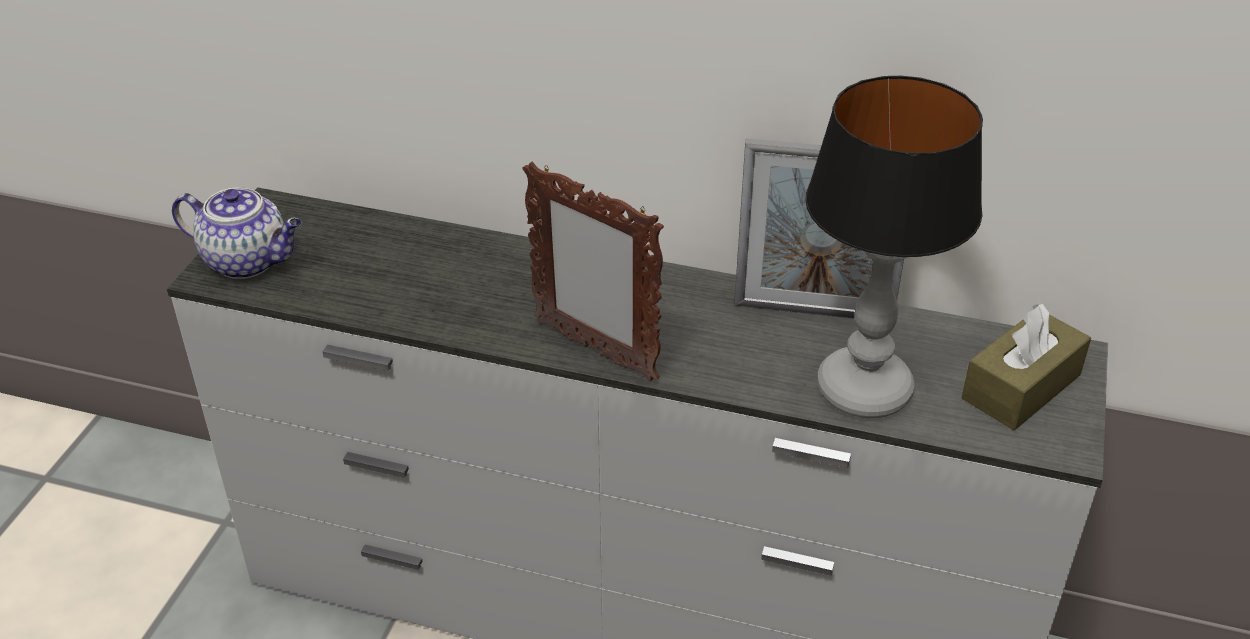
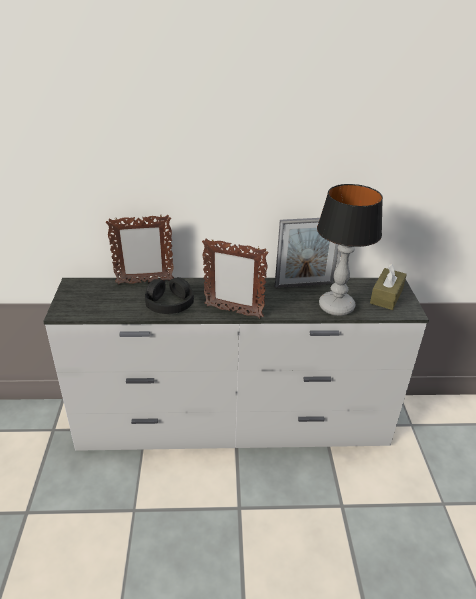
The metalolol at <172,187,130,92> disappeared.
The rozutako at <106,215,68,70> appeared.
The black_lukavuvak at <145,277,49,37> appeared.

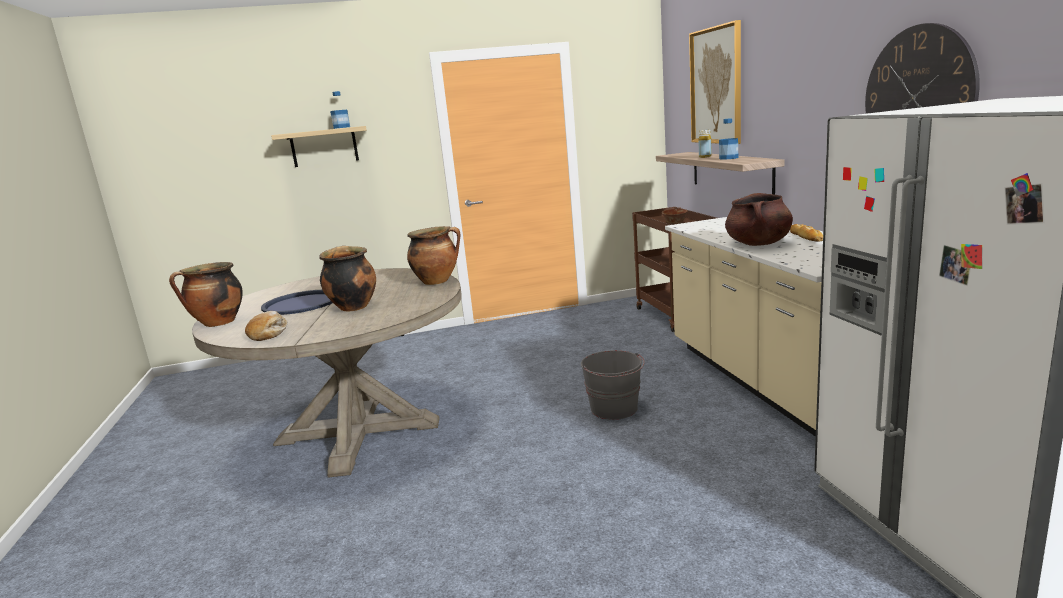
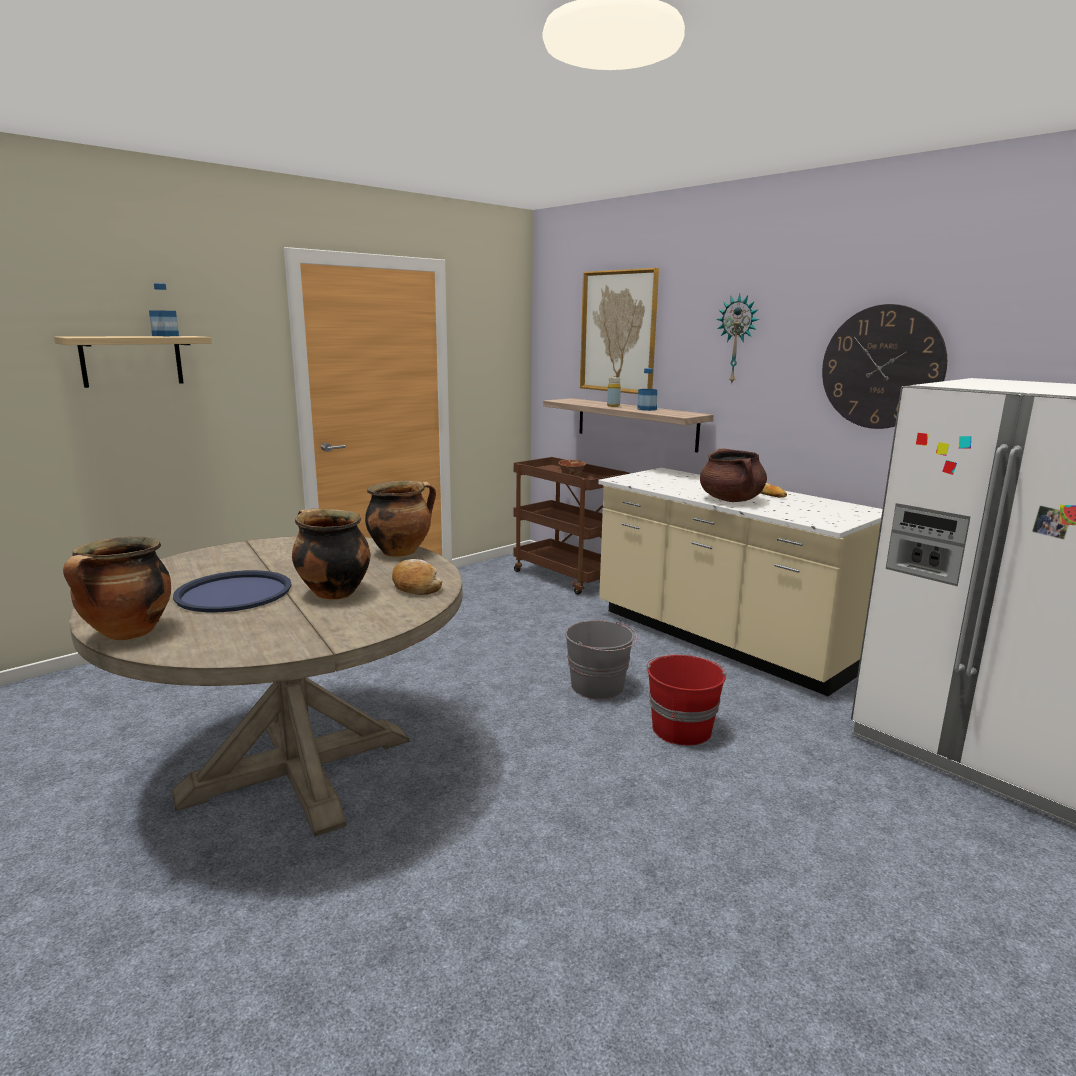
The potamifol moved from <245,311,42,30> to <392,559,50,36>.
The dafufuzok at <716,294,43,91> appeared.
The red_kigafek at <647,655,80,91> appeared.

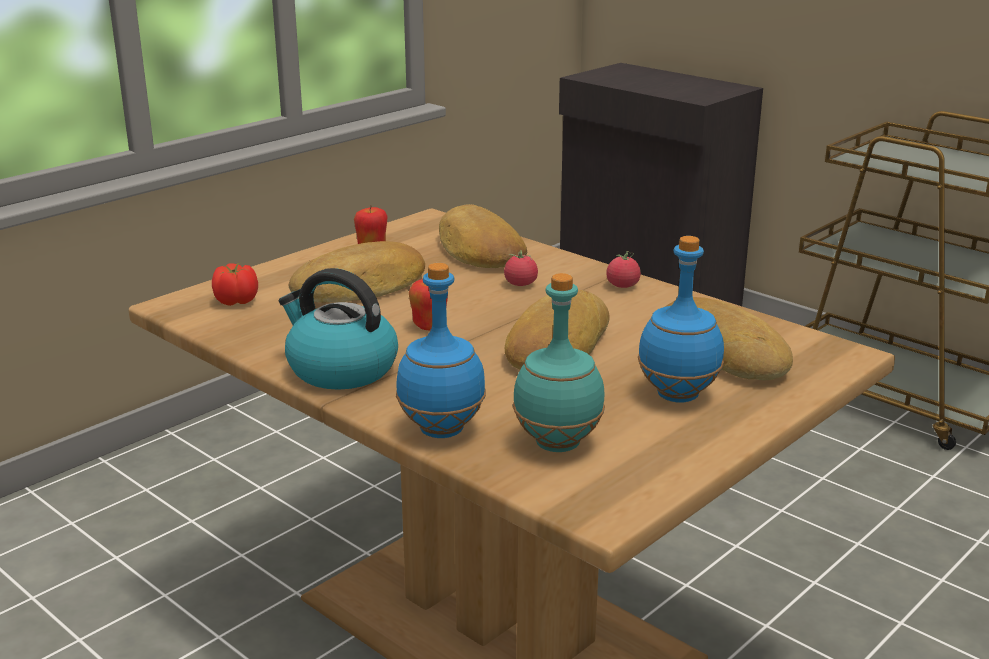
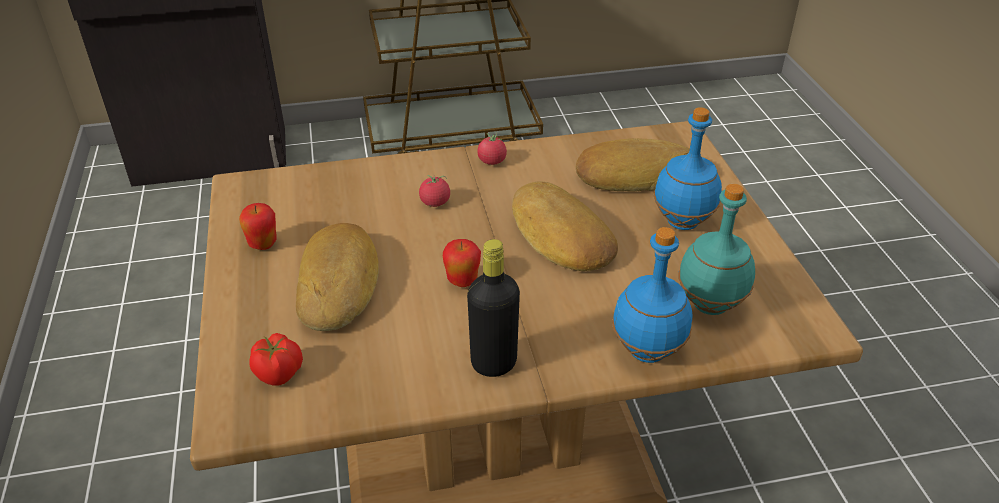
The potamifol at <439,204,88,64> disappeared.
The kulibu at <279,268,119,122> was replaced by the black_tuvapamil at <467,239,53,138>.

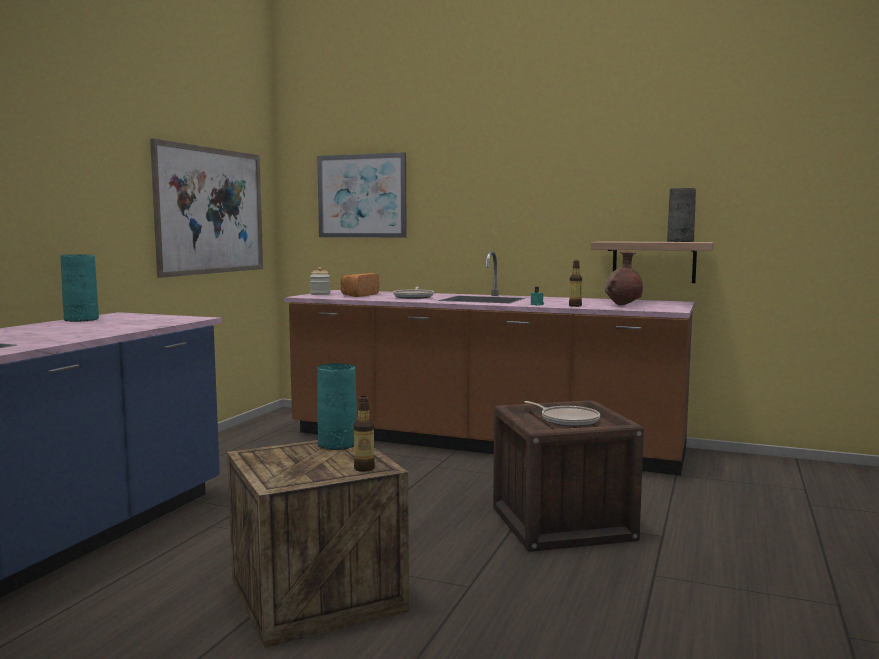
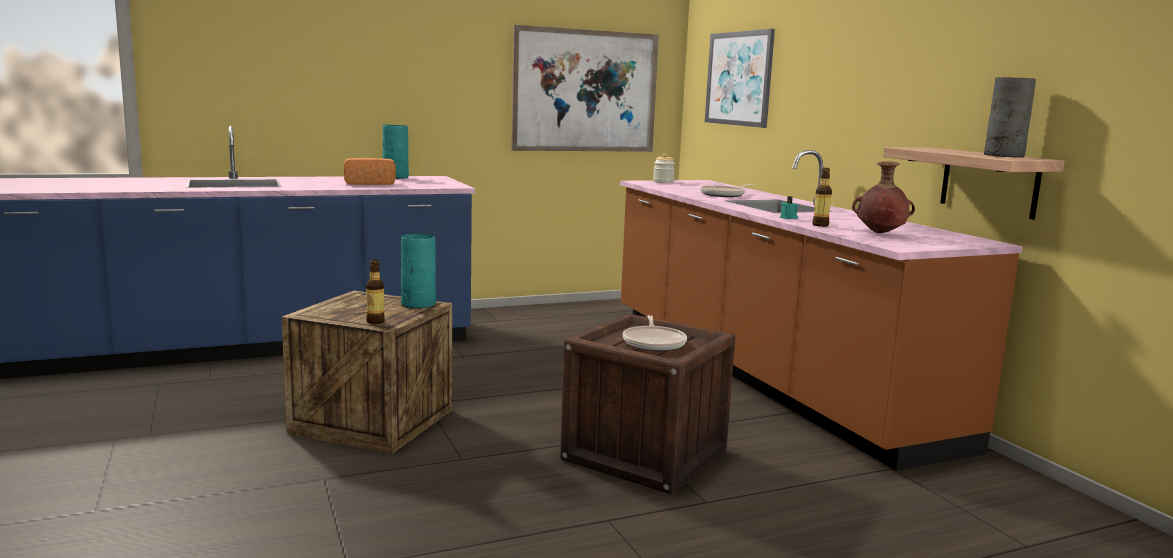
The potamifol moved from <341,273,38,24> to <344,158,52,27>.

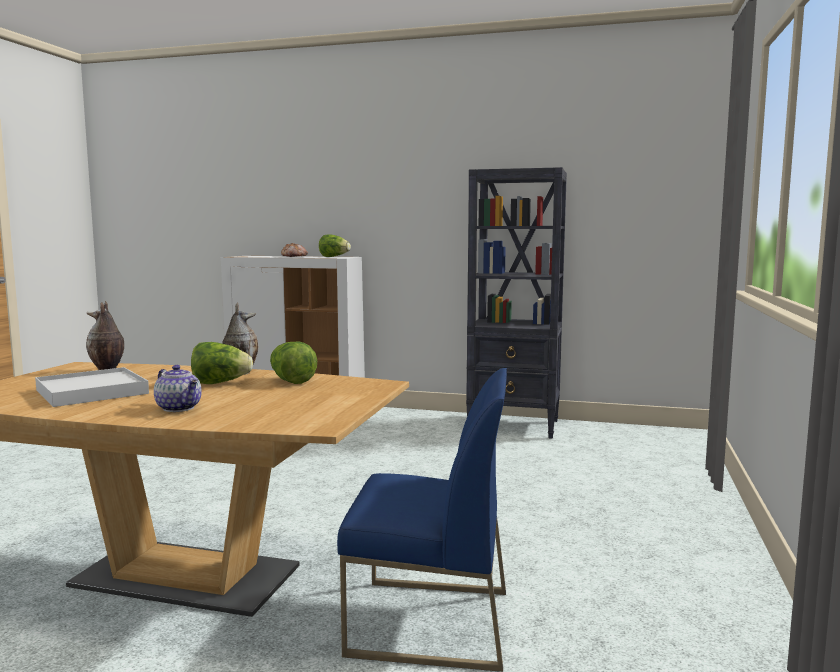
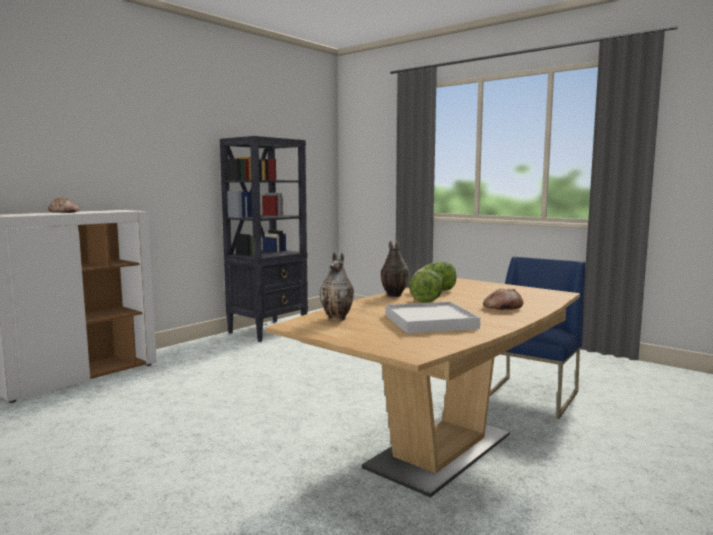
The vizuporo at <319,234,32,23> disappeared.
The metalolol at <154,365,48,47> was replaced by the potamifol at <483,289,40,21>.

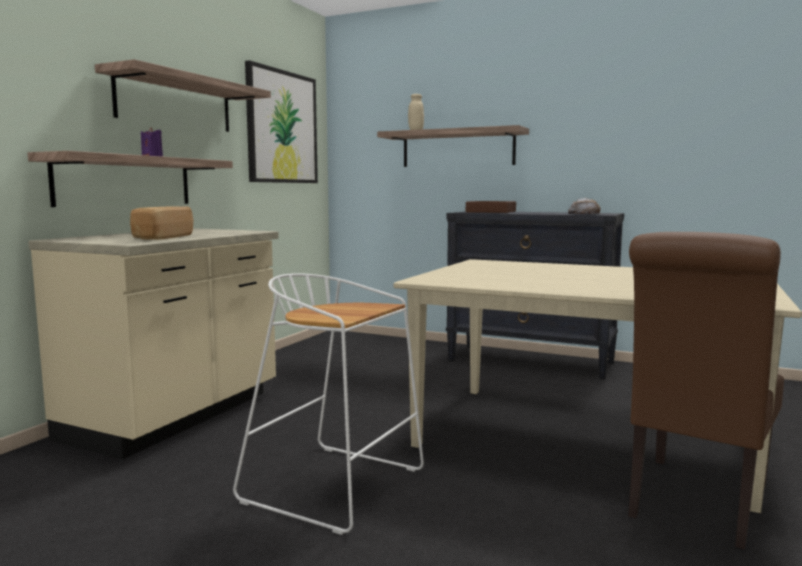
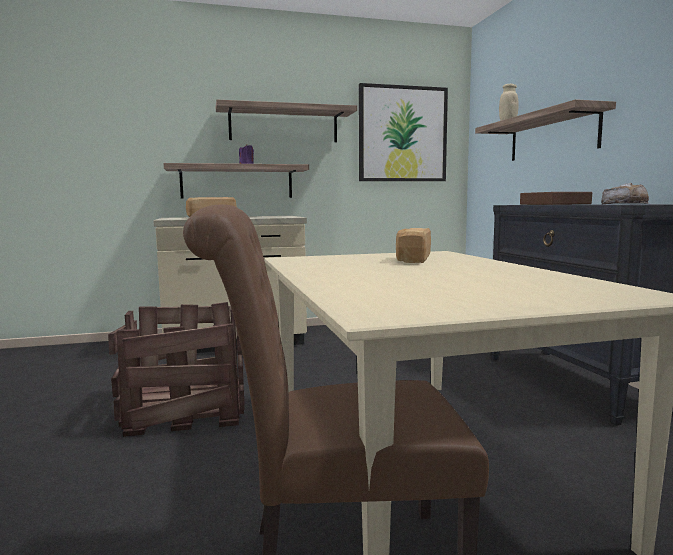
The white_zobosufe at <233,273,191,262> was replaced by the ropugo at <108,302,137,135>.
The potamifol at <396,228,35,35> appeared.

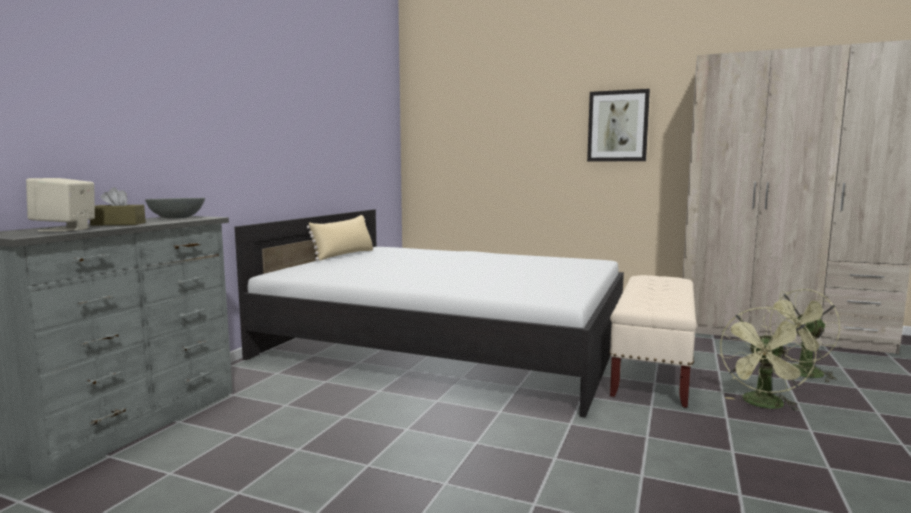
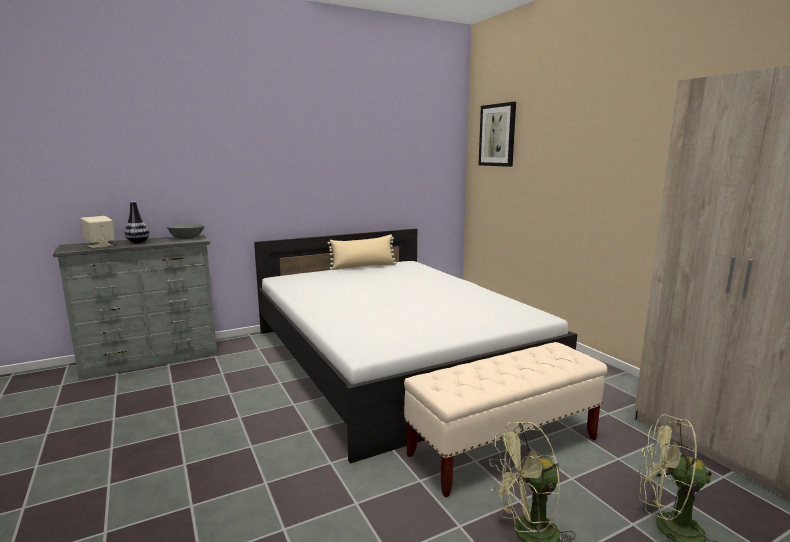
The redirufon moved from <587,89,63,73> to <478,102,38,65>.
The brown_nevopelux at <90,187,56,39> was replaced by the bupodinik at <125,202,24,41>.

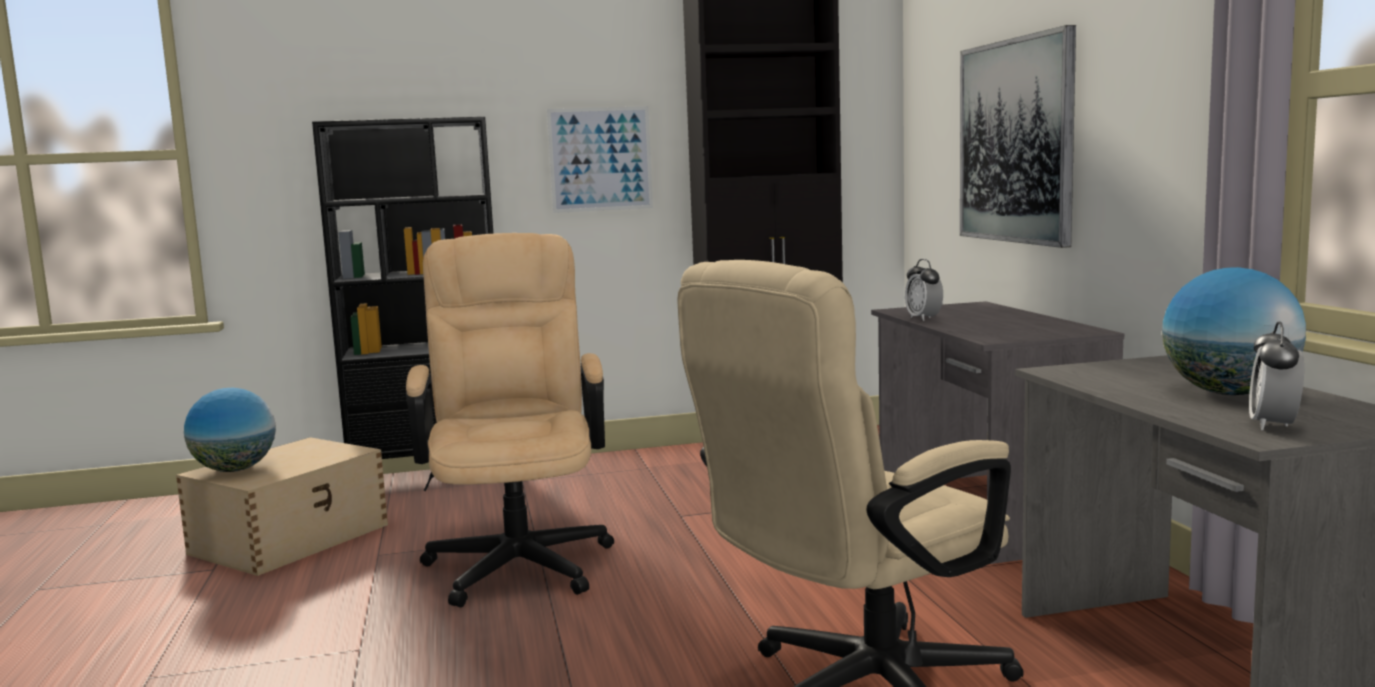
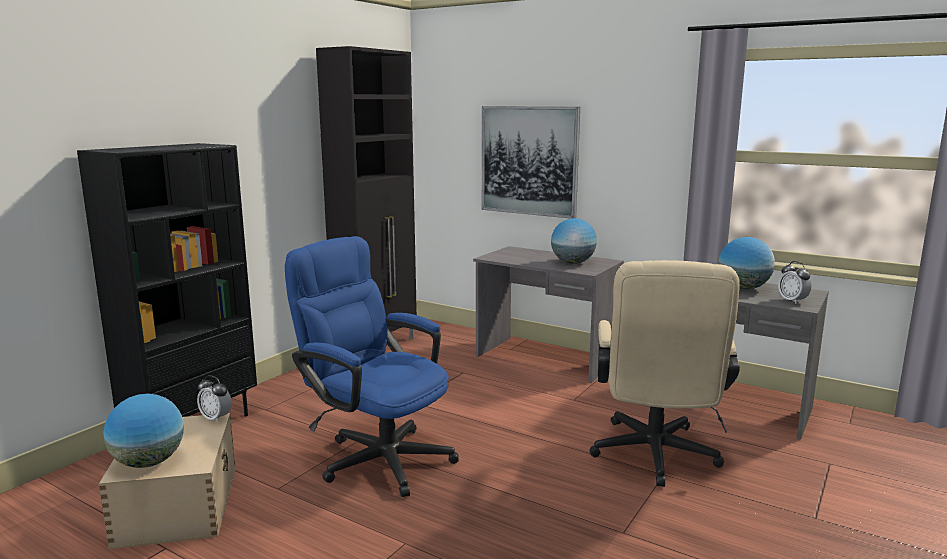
The redirufon at <547,106,106,107> disappeared.
The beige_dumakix at <406,233,208,374> became the blue_dumakix at <285,236,174,261>.
The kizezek moved from <905,259,38,62> to <197,375,35,48>.
The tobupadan at <551,218,46,46> appeared.

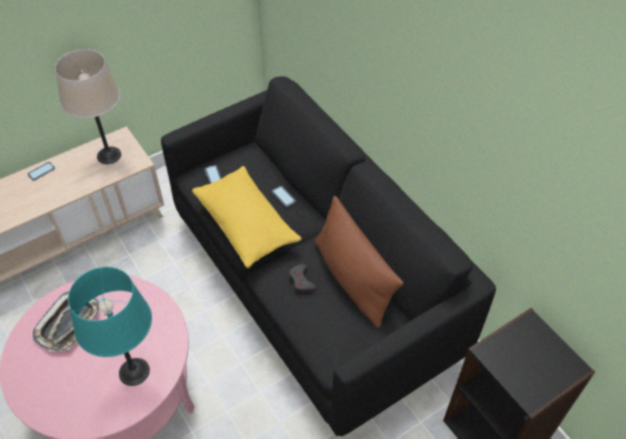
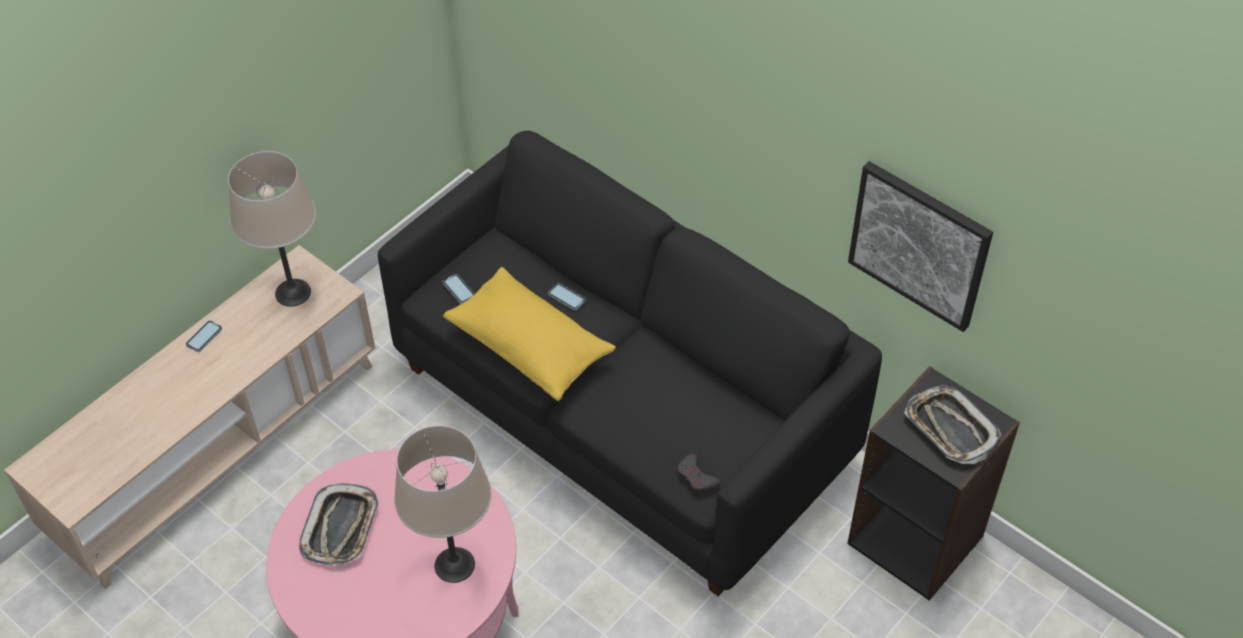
The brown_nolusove at <315,196,88,132> disappeared.
The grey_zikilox moved from <289,264,28,27> to <677,453,44,39>.
The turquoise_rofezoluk at <68,267,84,119> became the beige_rofezoluk at <394,425,97,158>.
The redirufon at <848,161,145,171> appeared.
The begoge at <904,385,97,79> appeared.

